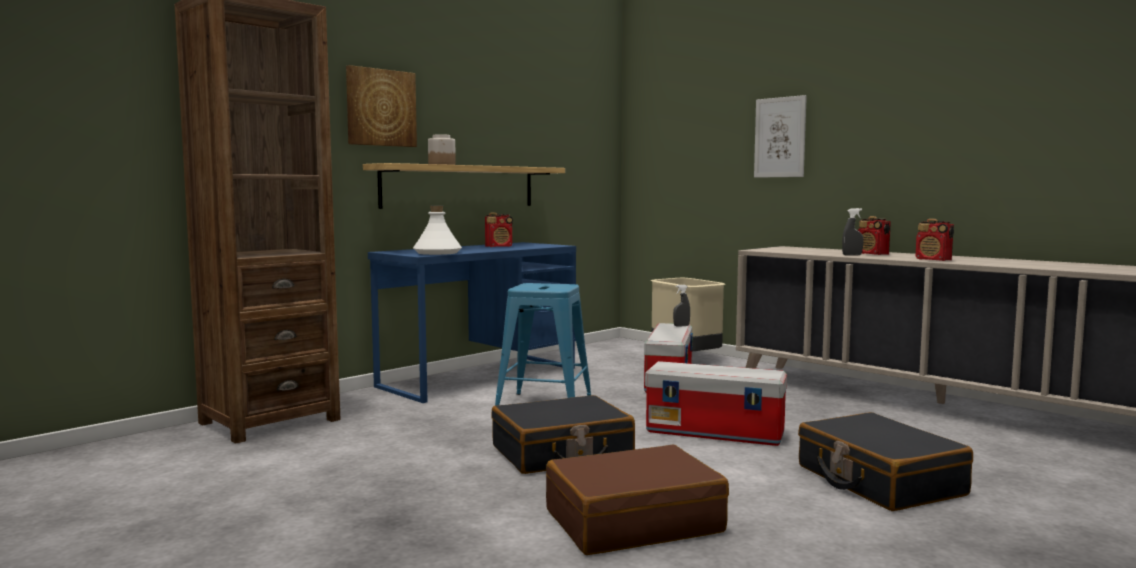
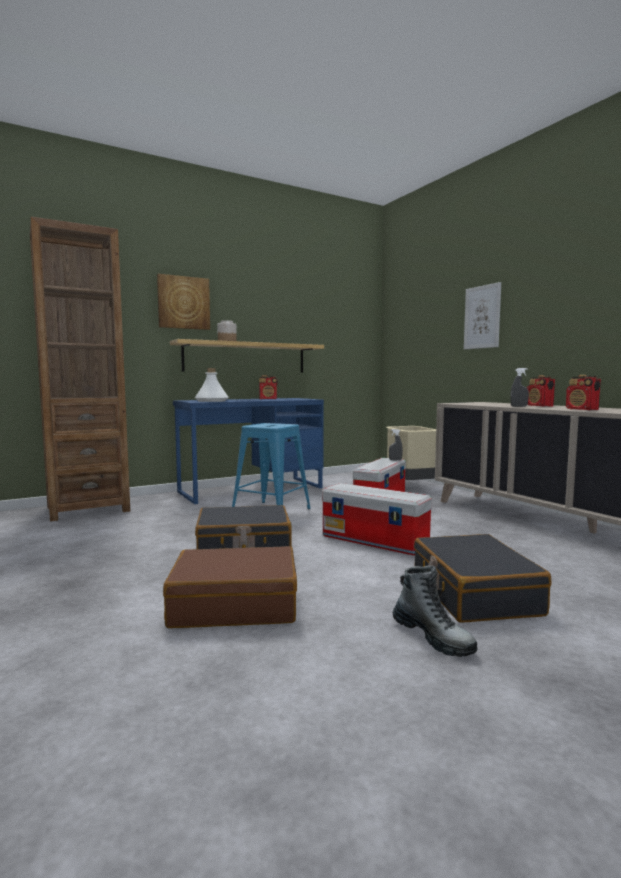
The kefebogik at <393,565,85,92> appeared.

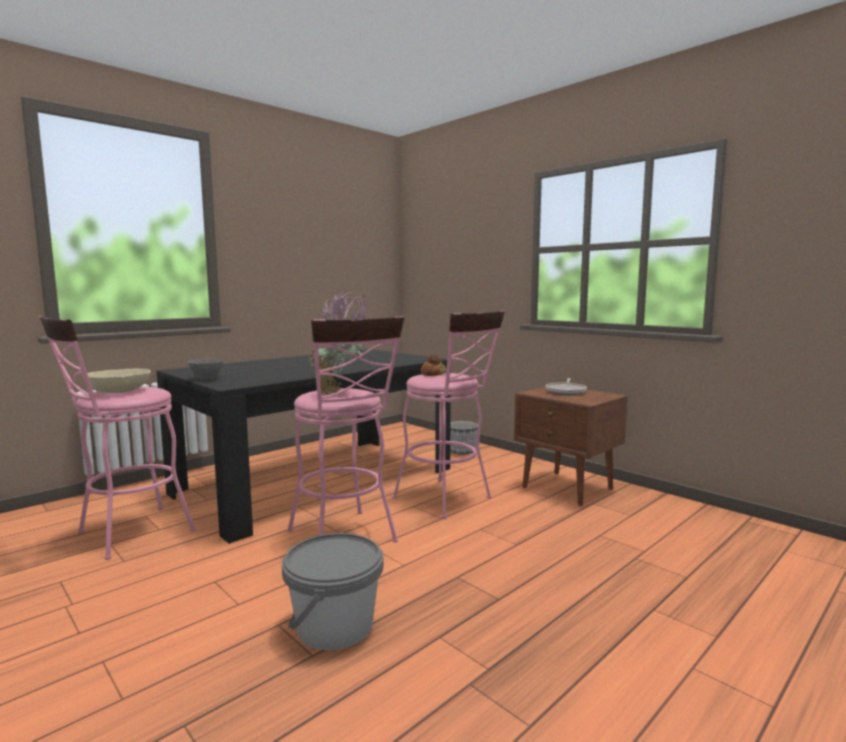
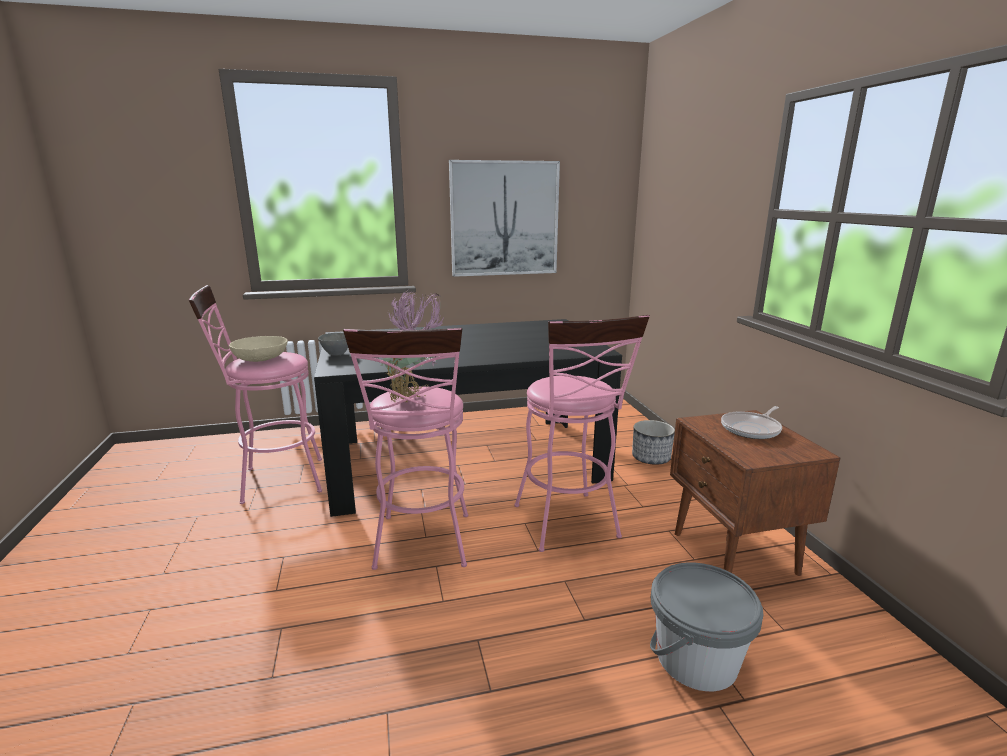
The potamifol at <421,354,25,22> disappeared.
The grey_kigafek moved from <282,533,102,117> to <650,562,113,130>.
The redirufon at <449,160,111,117> appeared.

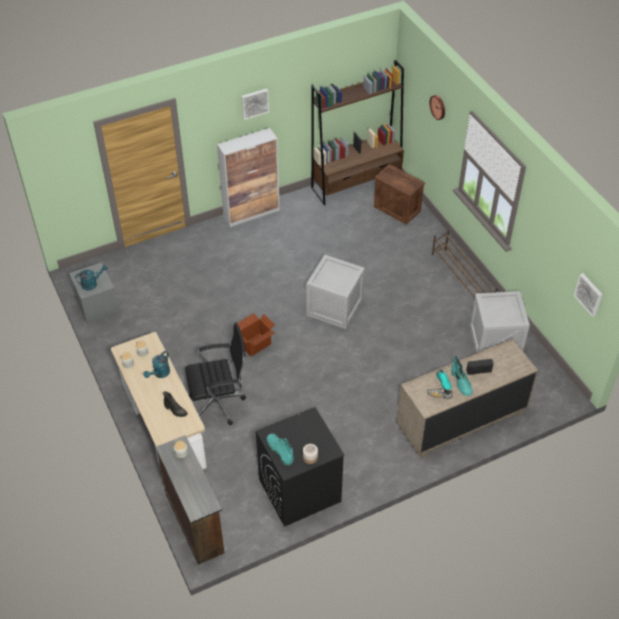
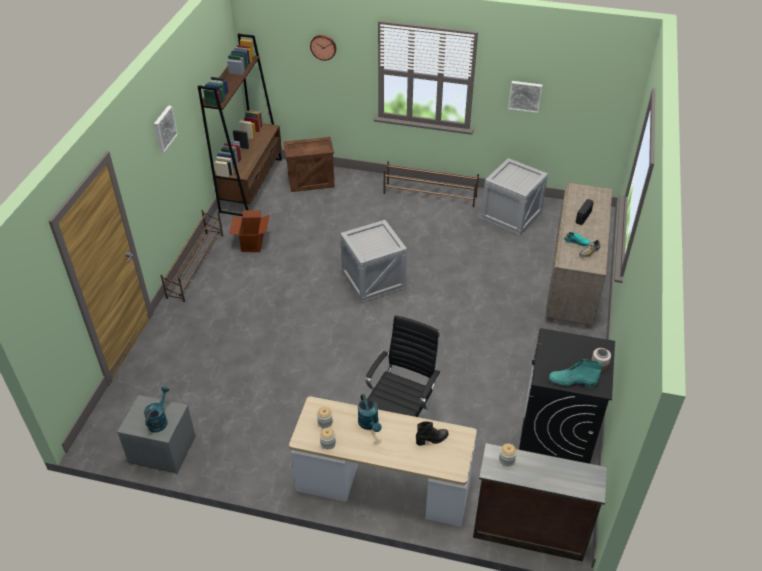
The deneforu at <217,128,63,99> was replaced by the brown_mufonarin at <160,210,63,92>.
The redirufon moved from <574,273,29,44> to <508,81,34,32>.
The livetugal moved from <233,313,42,44> to <229,210,40,42>.
The turquoise_kefebogik at <451,356,22,40> disappeared.

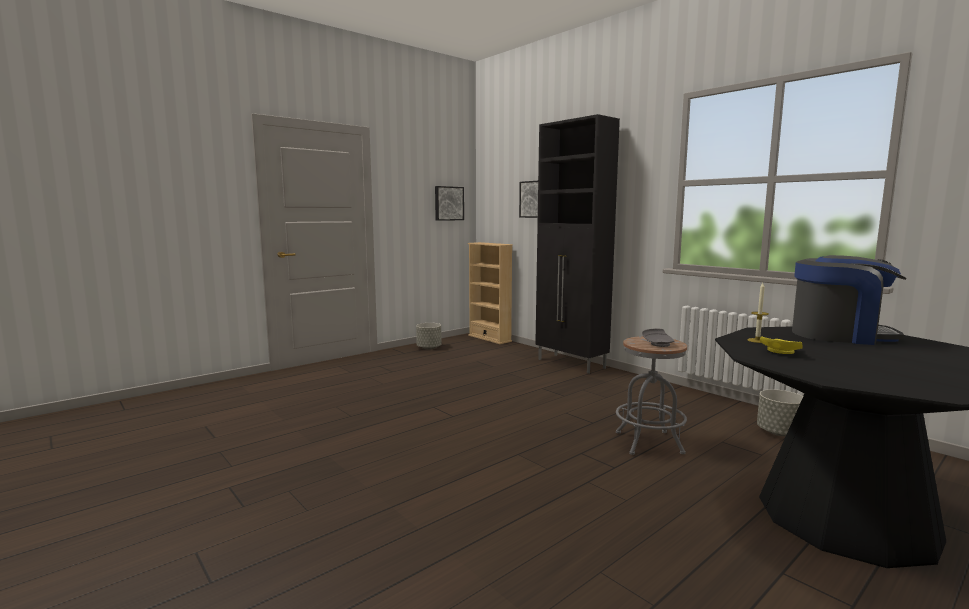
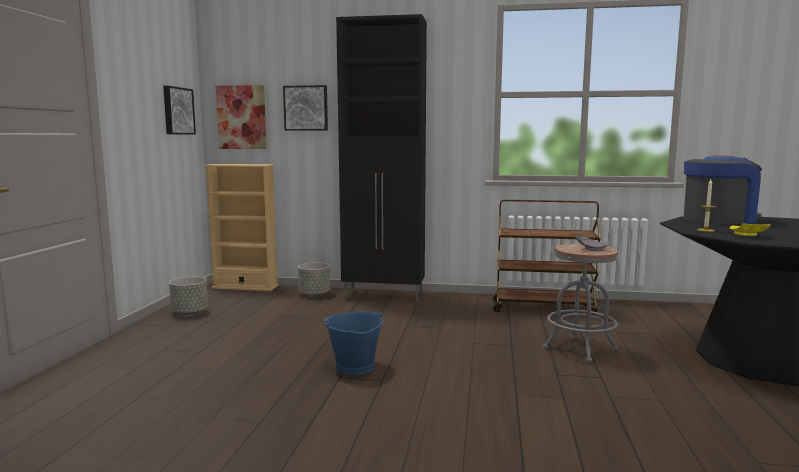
The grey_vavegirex moved from <757,389,46,47> to <298,262,32,35>.
The redirufon at <216,85,51,64> appeared.
The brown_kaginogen at <493,200,108,116> appeared.
The blue_kigafek at <324,311,59,64> appeared.

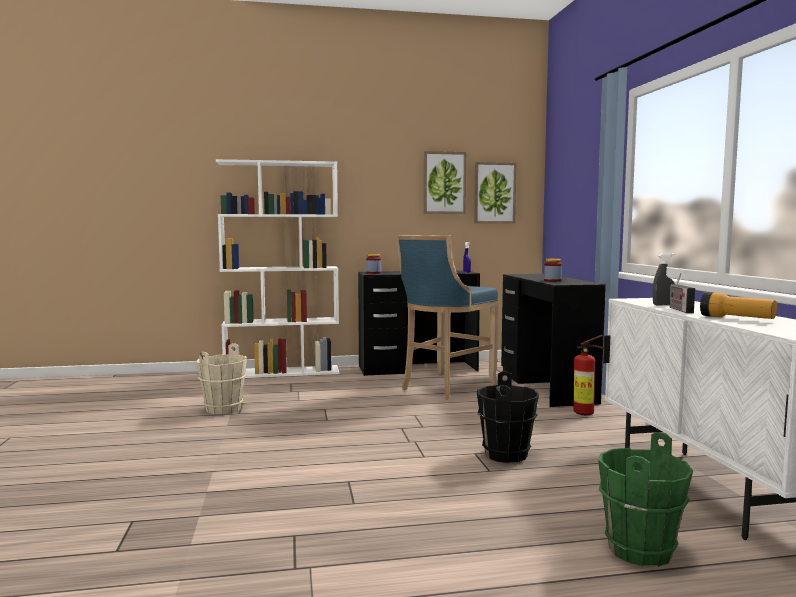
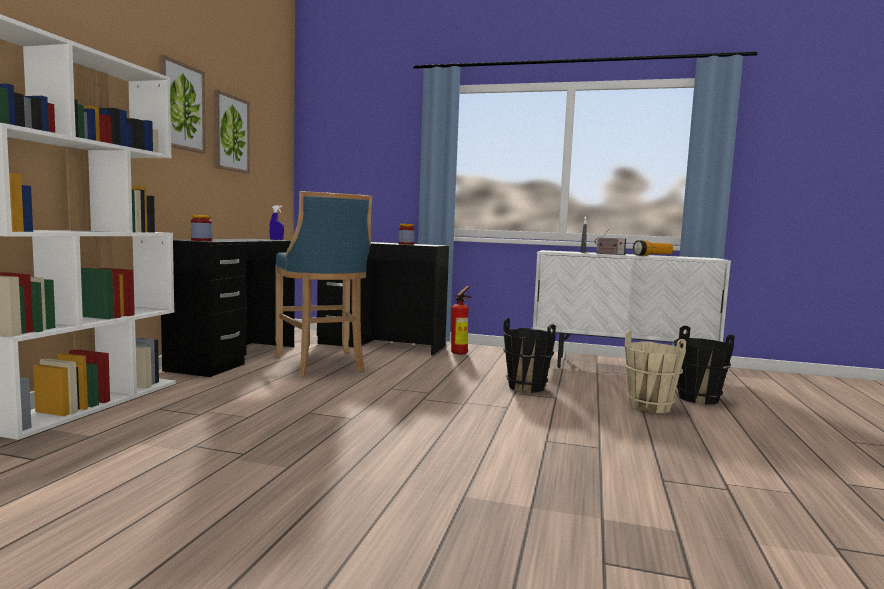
The redirufon moved from <474,162,43,61> to <159,55,47,98>.
The beige_kigafek moved from <196,343,51,71> to <624,330,62,83>.
The green_kigafek at <598,432,95,135> became the black_kigafek at <674,326,61,79>.

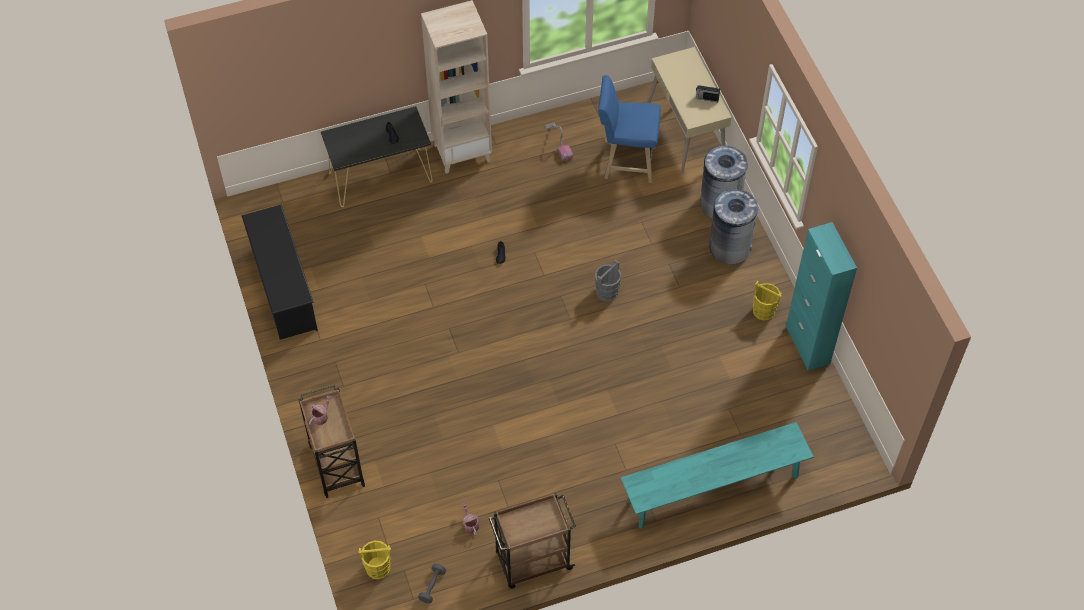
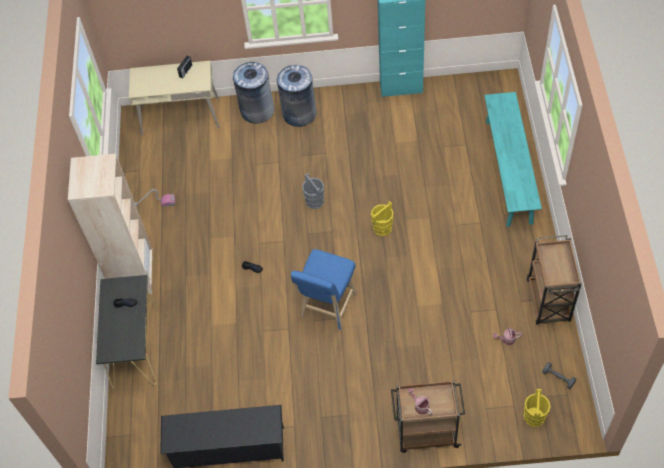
The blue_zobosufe moved from <598,75,63,108> to <291,249,66,81>.
The yellow_kigafek moved from <753,281,29,40> to <371,201,22,35>.

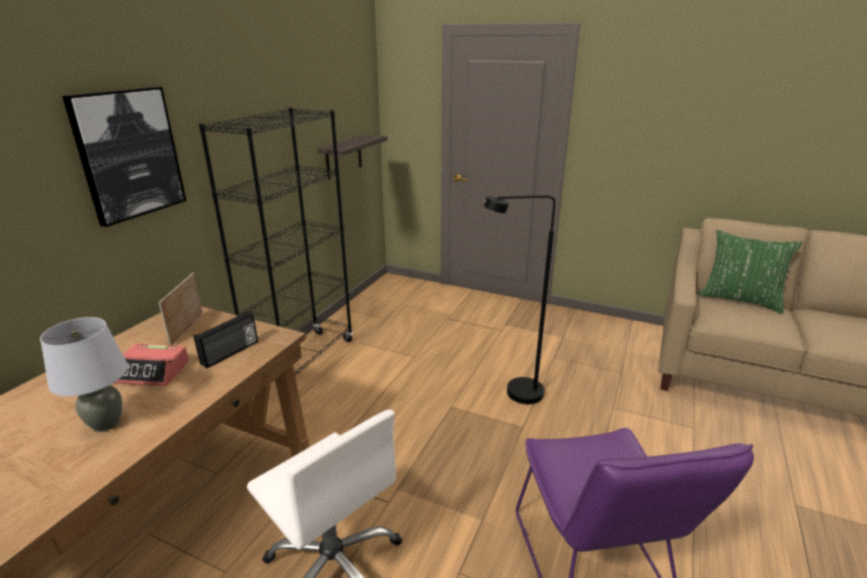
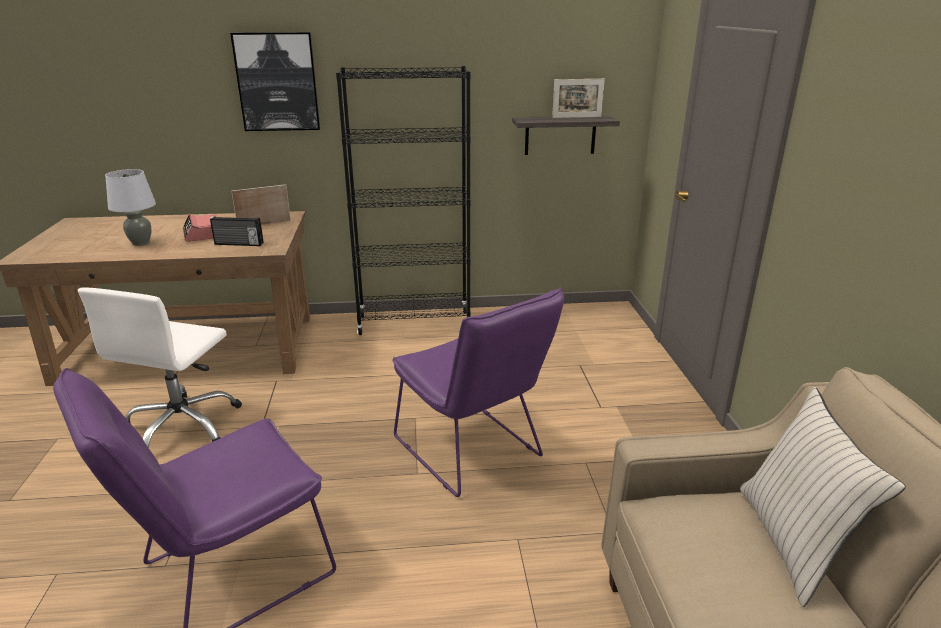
The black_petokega at <484,195,71,209> was replaced by the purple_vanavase at <393,288,171,209>.
The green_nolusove at <699,230,103,84> became the beige_nolusove at <740,387,166,220>.
The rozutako at <552,79,53,39> appeared.

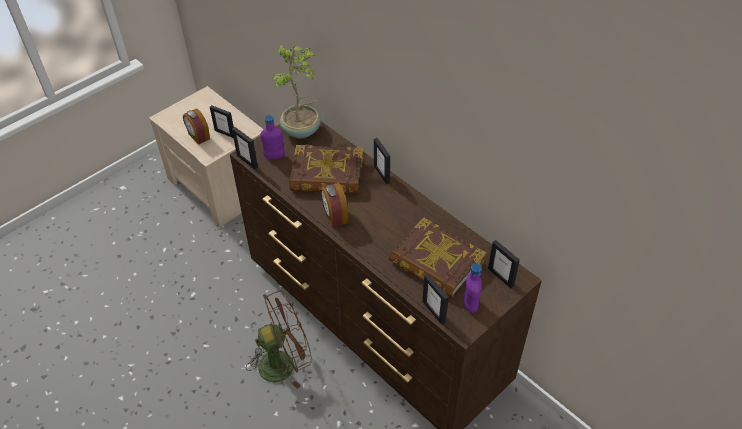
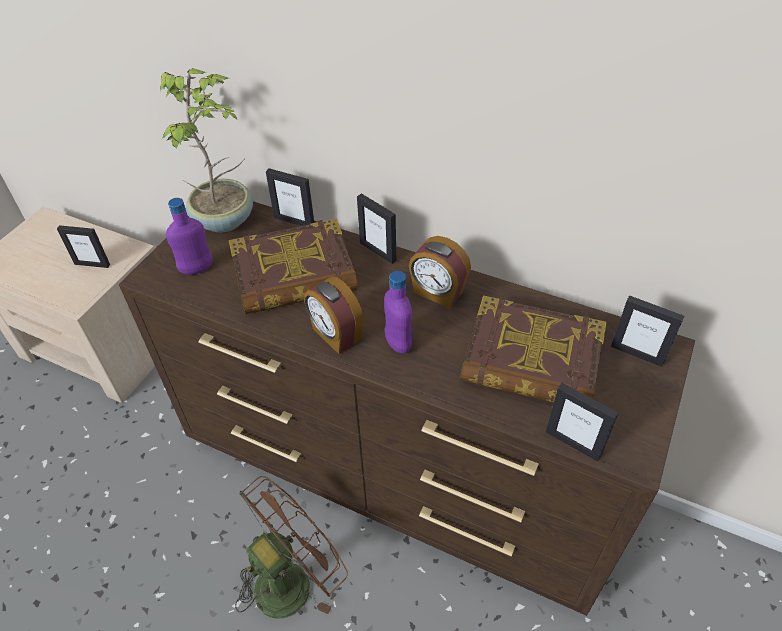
The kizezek moved from <183,109,27,36> to <409,236,62,72>.
The rozutako moved from <232,127,26,42> to <266,168,48,58>.
The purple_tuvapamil moved from <463,264,19,49> to <384,271,28,83>.

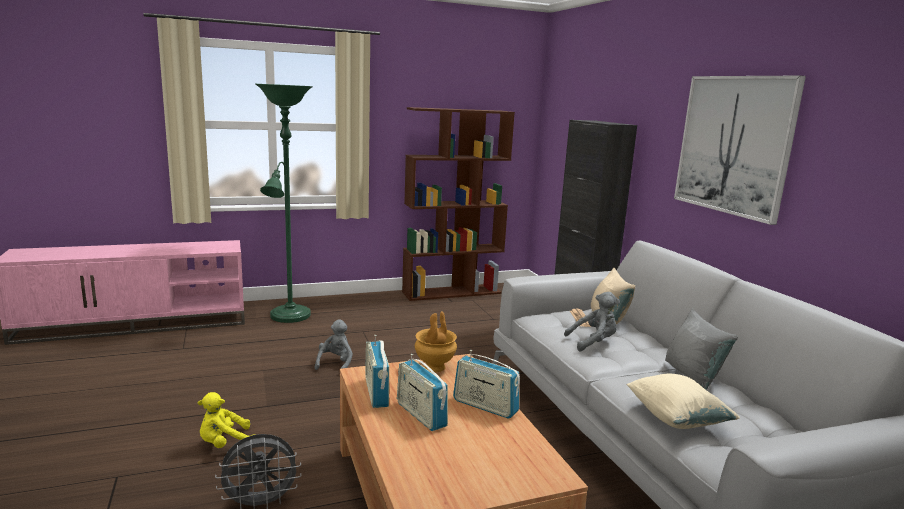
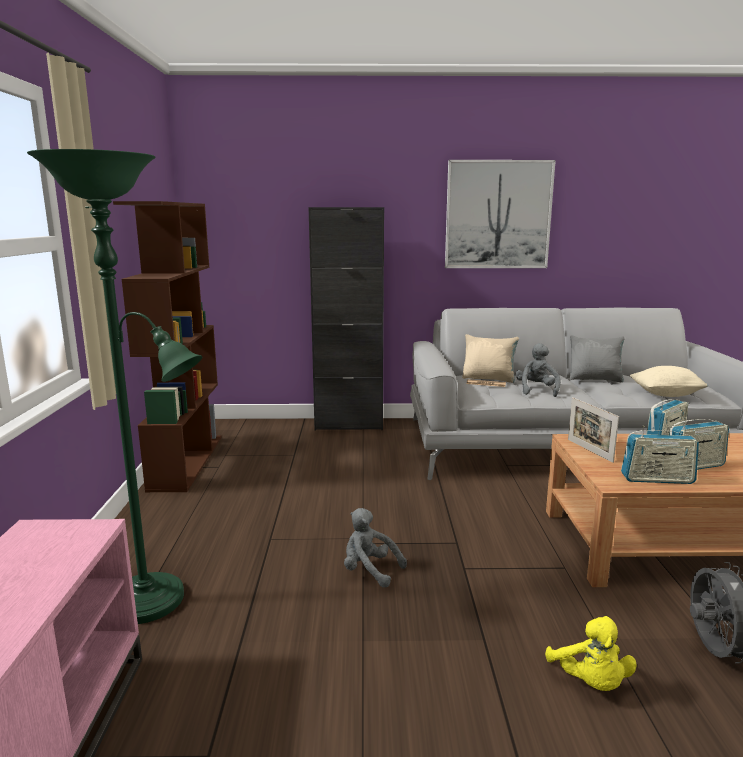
The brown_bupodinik at <415,311,42,61> was replaced by the rozutako at <568,397,51,66>.

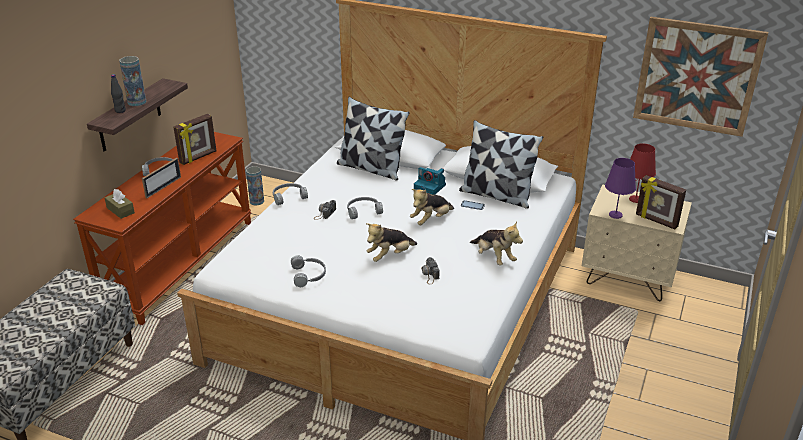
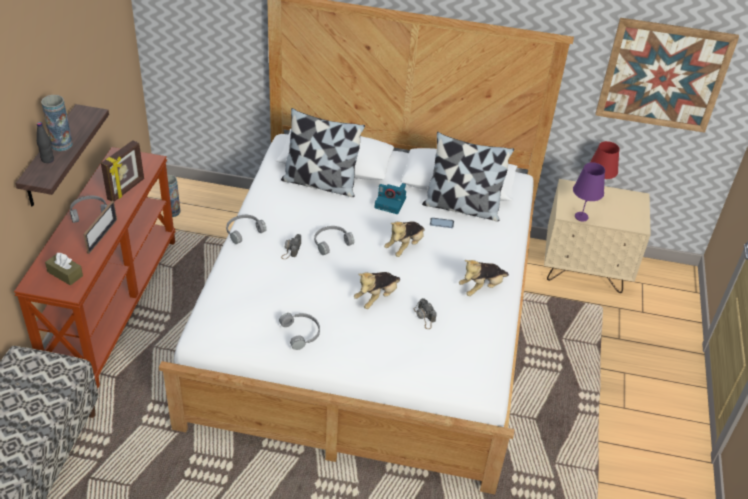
The rozutako at <636,175,50,54> disappeared.
The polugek at <470,222,53,44> turned 105 degrees clockwise.

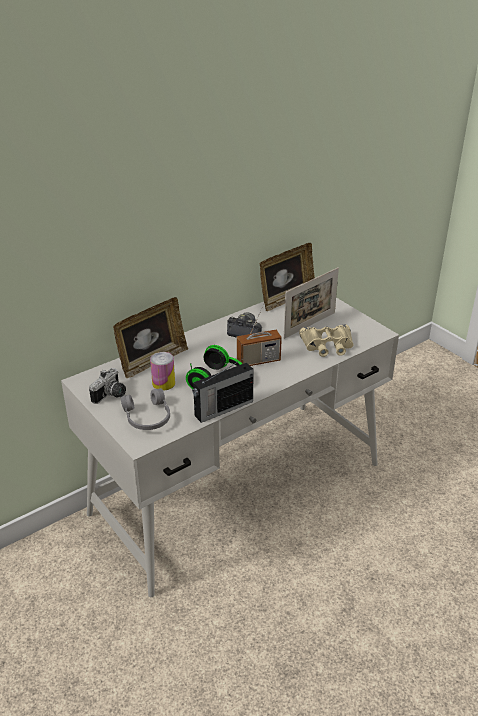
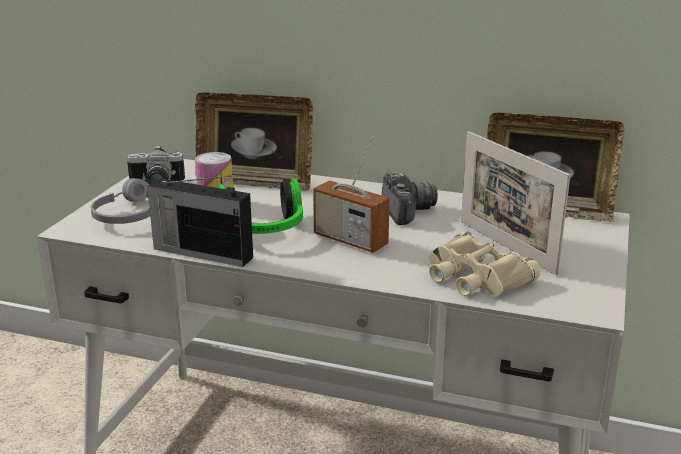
The rozutako at <284,268,55,71> turned 45 degrees clockwise.

